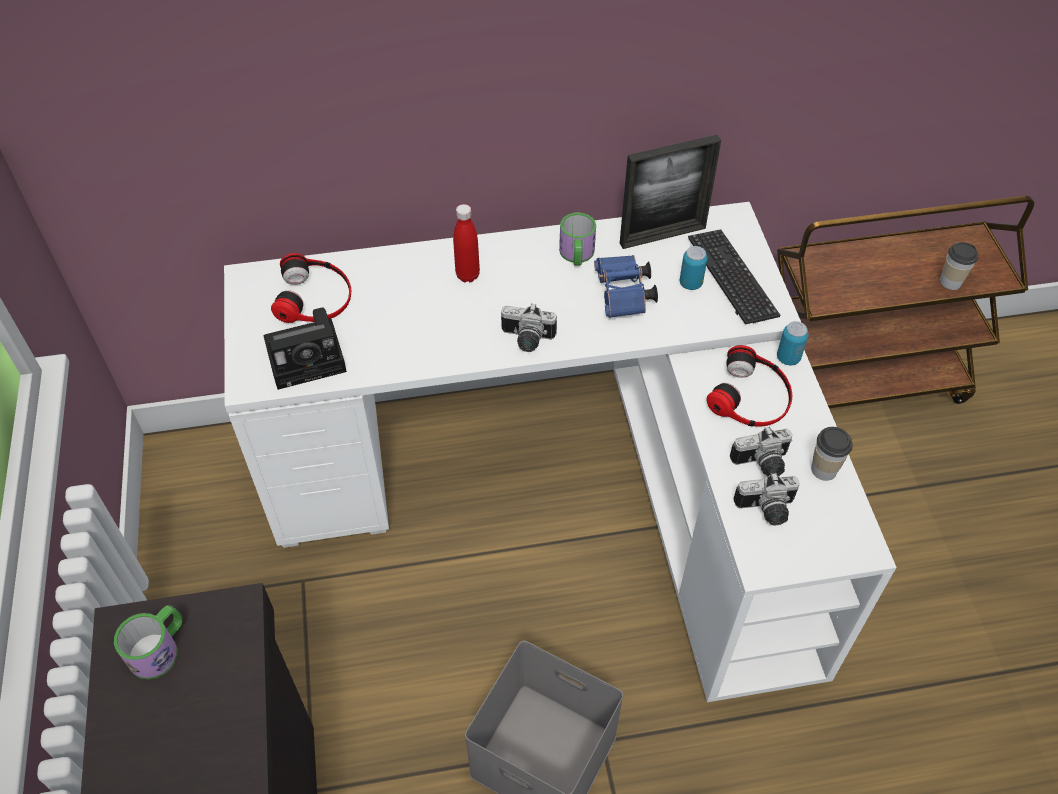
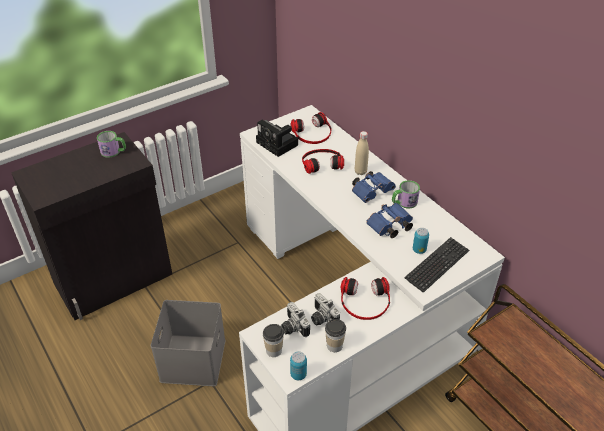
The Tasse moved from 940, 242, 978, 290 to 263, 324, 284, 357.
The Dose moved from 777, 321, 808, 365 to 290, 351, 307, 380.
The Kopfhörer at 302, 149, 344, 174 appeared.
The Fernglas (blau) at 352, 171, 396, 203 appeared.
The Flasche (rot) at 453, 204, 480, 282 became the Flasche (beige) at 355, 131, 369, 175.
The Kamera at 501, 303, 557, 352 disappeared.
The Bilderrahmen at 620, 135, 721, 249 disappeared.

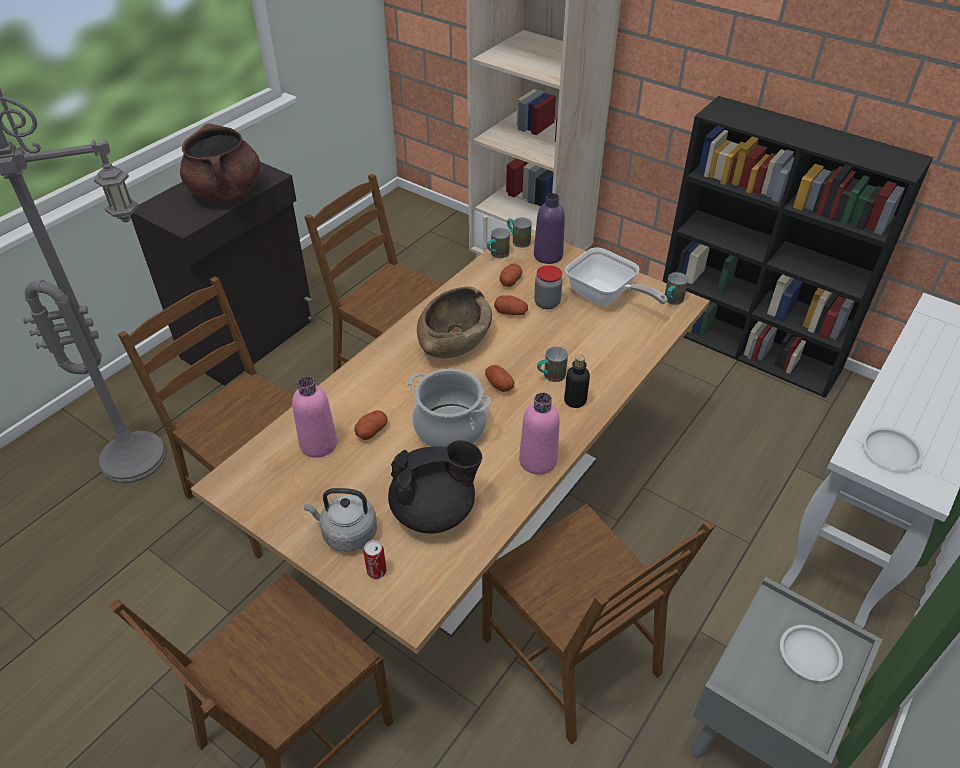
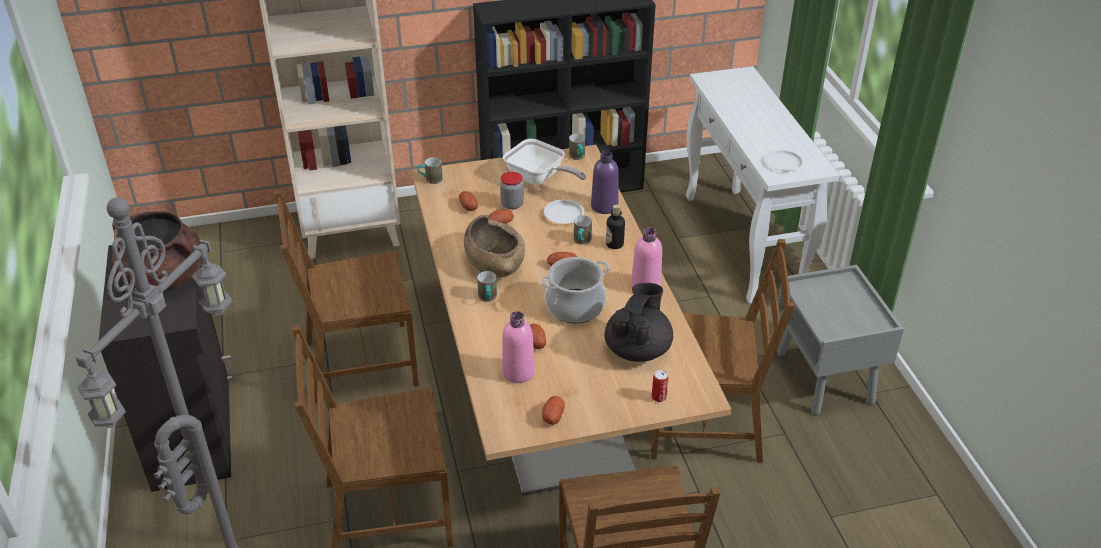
The Henkelbecher moved from 487, 228, 510, 258 to 477, 271, 497, 302.
The Pfanne at 565, 247, 667, 305 turned 45 degrees clockwise.
The Kartoffel at 542, 396, 565, 425 appeared.
The Teller (weiß) moved from 780, 625, 843, 681 to 544, 200, 584, 224.
The Flasche (lila) moved from 534, 193, 565, 264 to 591, 150, 619, 214.
The Wasserkessel (grau) at 304, 488, 377, 552 disappeared.

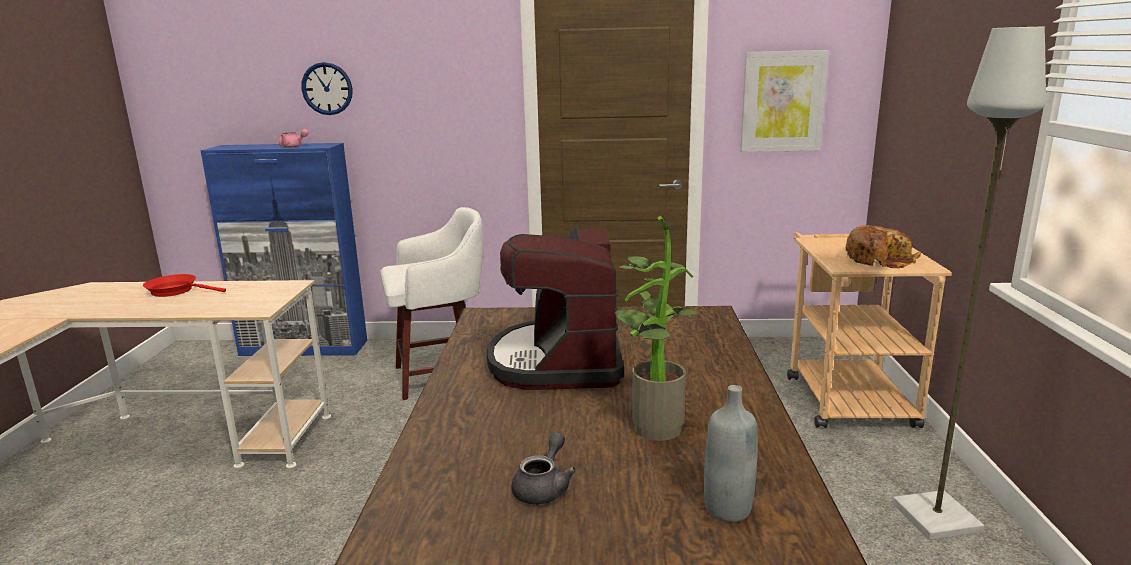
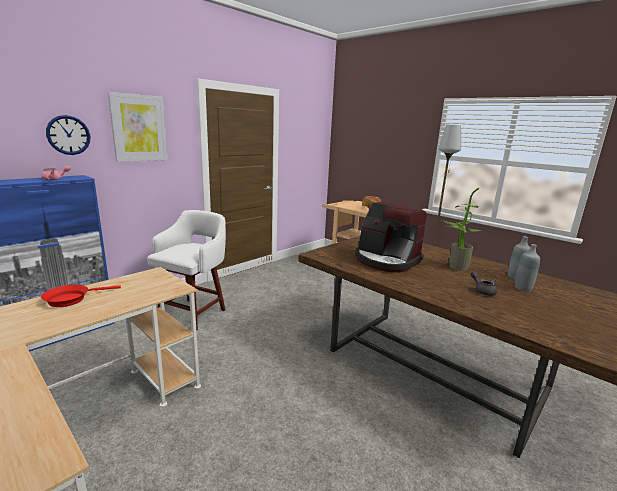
The Bild moved from 740, 50, 829, 152 to 108, 92, 168, 162.
The Flasche (grau) at 515, 244, 540, 291 appeared.

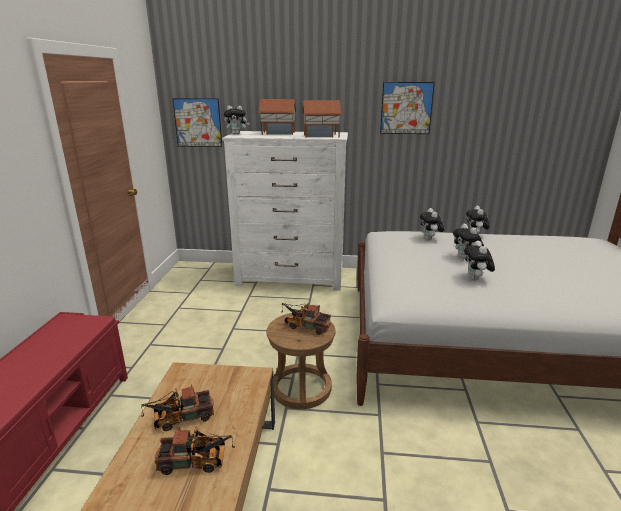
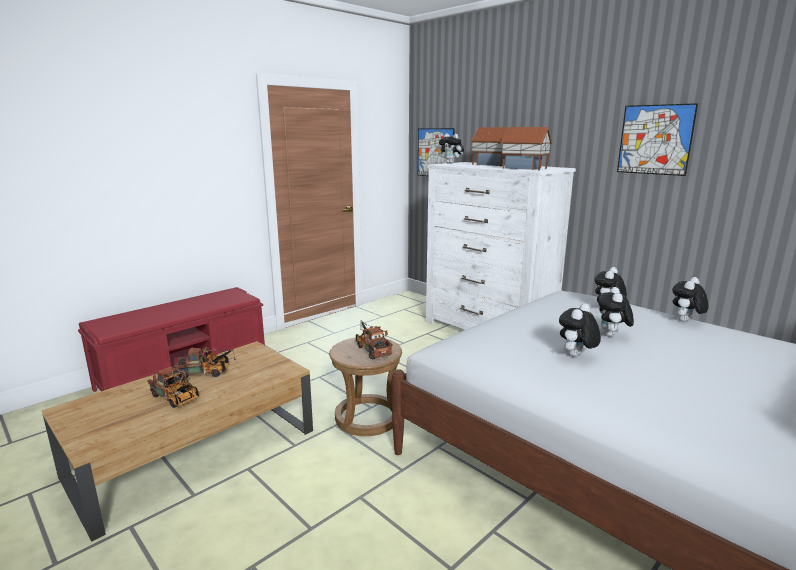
The Spielzeuglaster at 141, 384, 214, 431 turned 150 degrees clockwise.

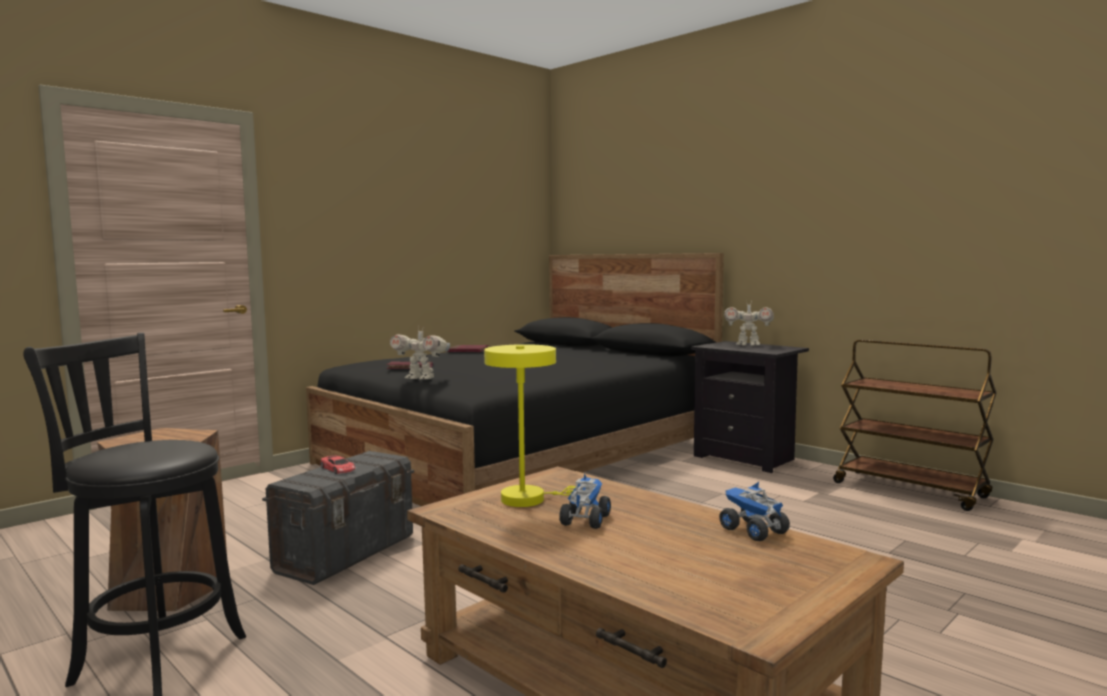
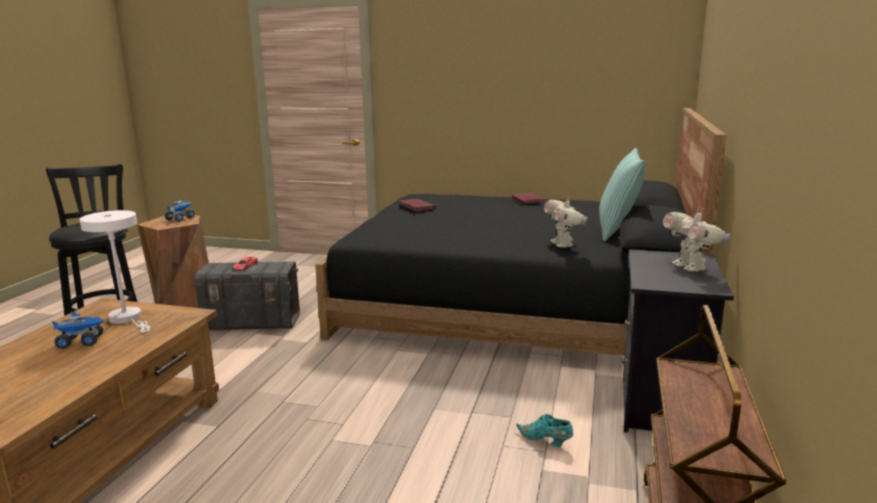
The Tischlampe (gelb) at 484, 344, 576, 507 became the Tischlampe (weiß) at 79, 210, 150, 333.
The Spielzeuglaster moved from 719, 482, 790, 541 to 165, 199, 195, 222.
The Schuh (türkis) at 516, 414, 573, 447 appeared.
The Spielzeugroboter moved from 390, 326, 450, 379 to 544, 197, 588, 248.
The Kissen at 599, 148, 645, 241 appeared.

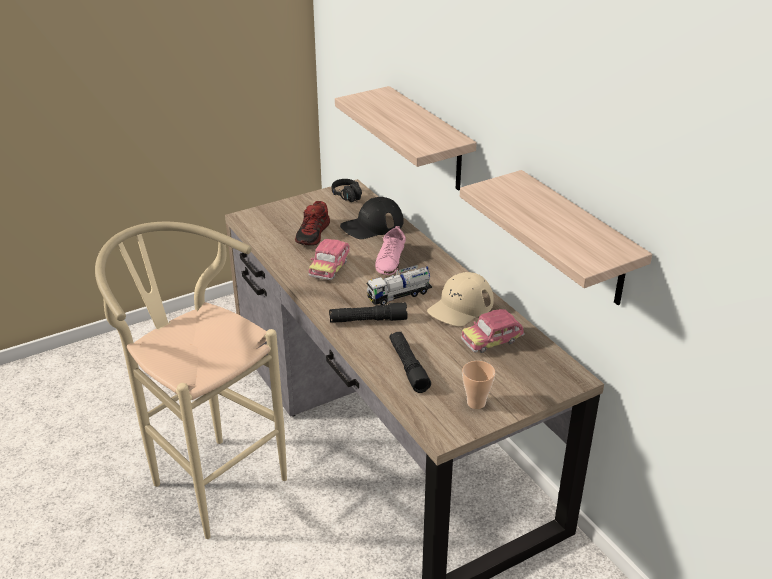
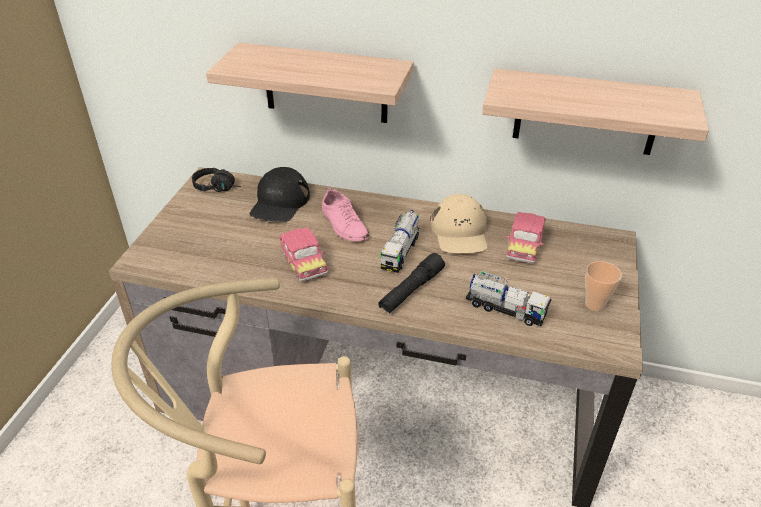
The Taschenlampe (schwarz) at 389, 332, 431, 393 was replaced by the Spielzeuglaster at 465, 271, 552, 326.
The Schuh at 295, 201, 330, 246 disappeared.

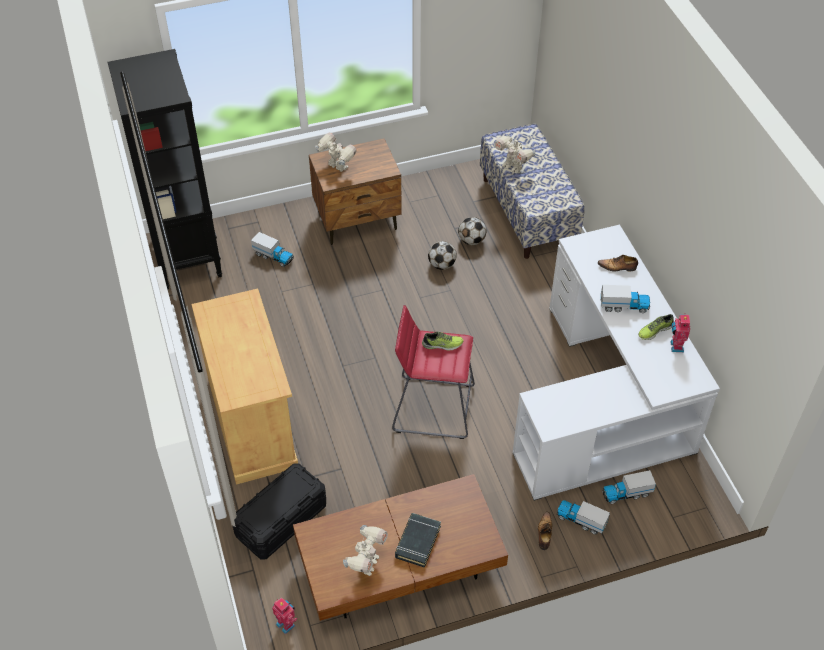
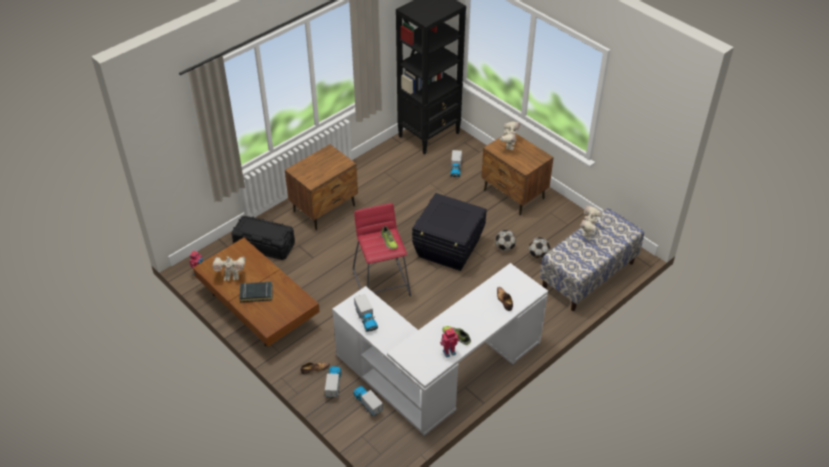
The Schrank (beige) at 191, 288, 298, 485 was replaced by the Nachttisch (braun) at 285, 144, 358, 230.
The Spielzeuglaster moved from 601, 285, 650, 313 to 354, 294, 378, 332.
The Aufbewahrungsbox (schwarz) at 412, 193, 487, 271 appeared.

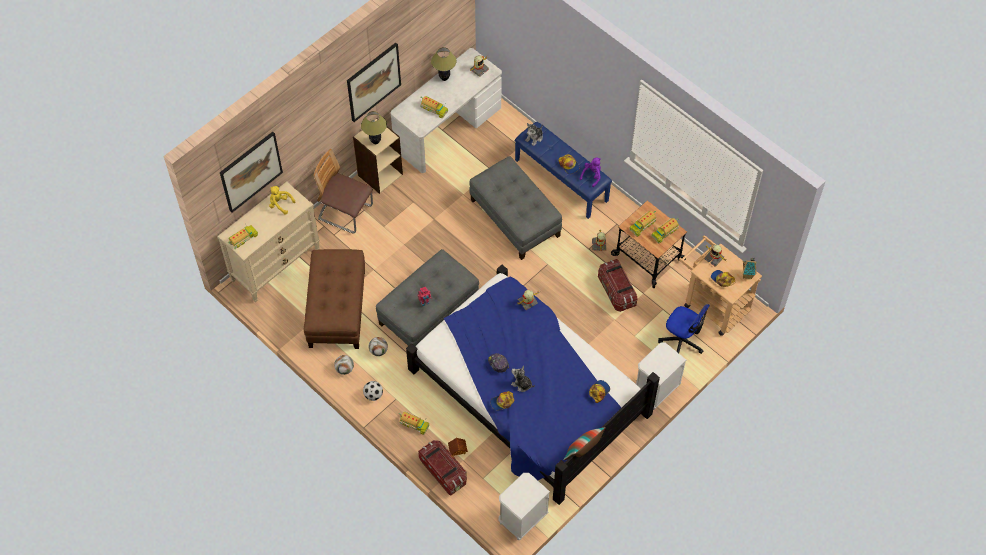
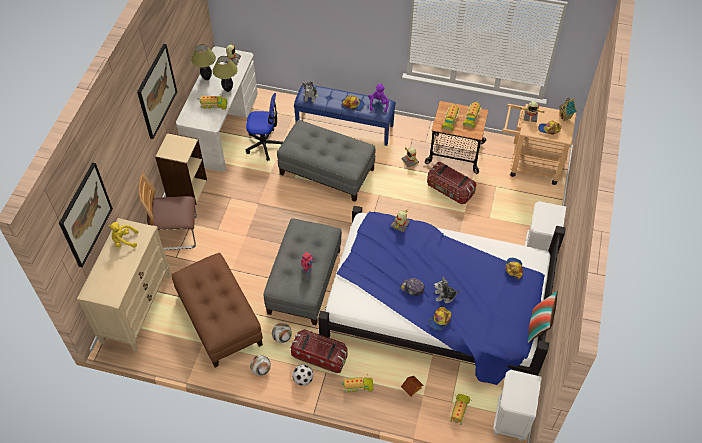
The Tischlampe moved from 361, 111, 387, 144 to 213, 56, 238, 92.
The Bürostuhl moved from 658, 304, 710, 354 to 246, 93, 283, 161.
The Aufbewahrungsbox moved from 418, 440, 467, 495 to 291, 329, 347, 373.
The Spielzeuglaster moved from 228, 223, 258, 249 to 450, 393, 470, 425.

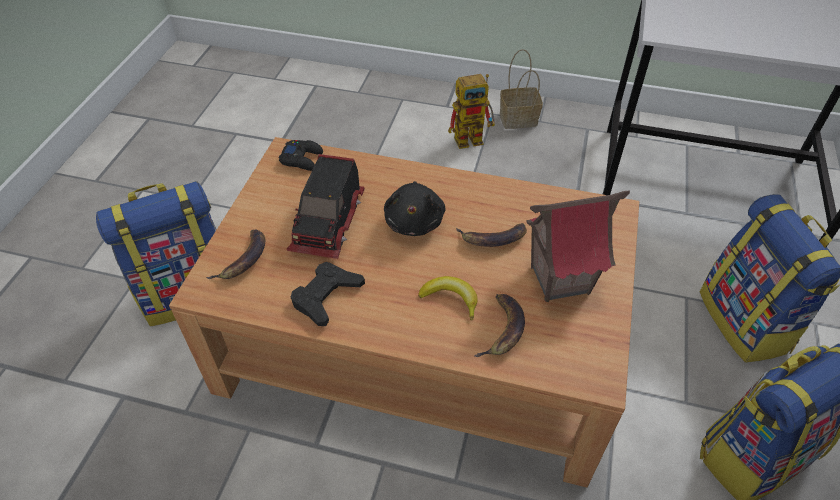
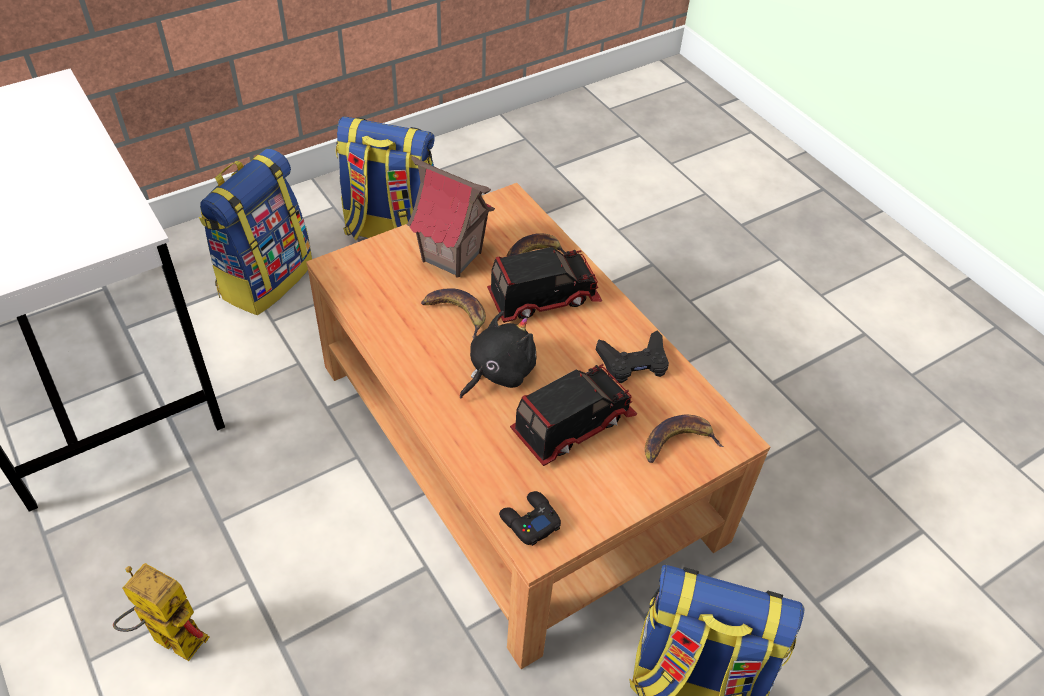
The Banane at 418, 276, 478, 320 was replaced by the Spielzeuglaster at 487, 247, 602, 323.
The Korb at 500, 49, 543, 129 disappeared.

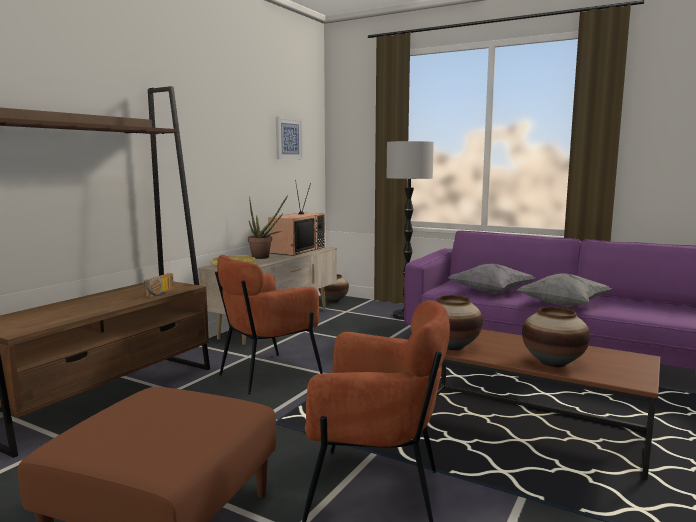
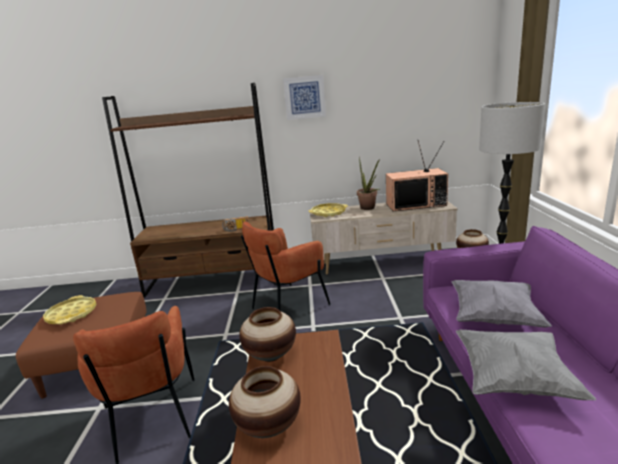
The Tablett (gelb) at 43, 295, 96, 325 appeared.
The Sessel (braun) at 215, 255, 323, 394 turned 60 degrees counterclockwise.
The Bild moved from 276, 116, 303, 159 to 283, 75, 326, 120.

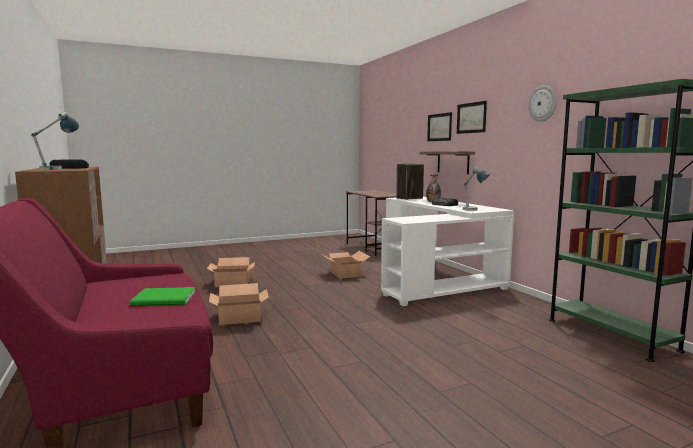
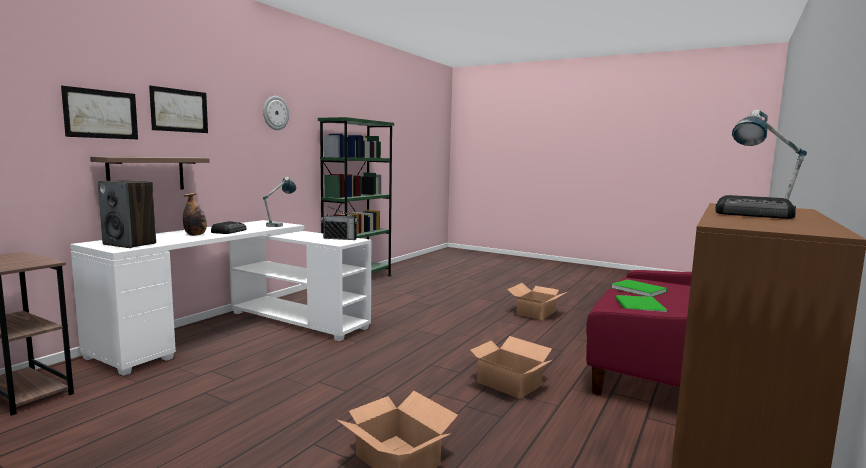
The Radio at 321, 206, 359, 240 appeared.
The Karton moved from 323, 251, 370, 279 to 507, 283, 567, 320.
The Buch (grün) at 616, 295, 668, 312 appeared.

